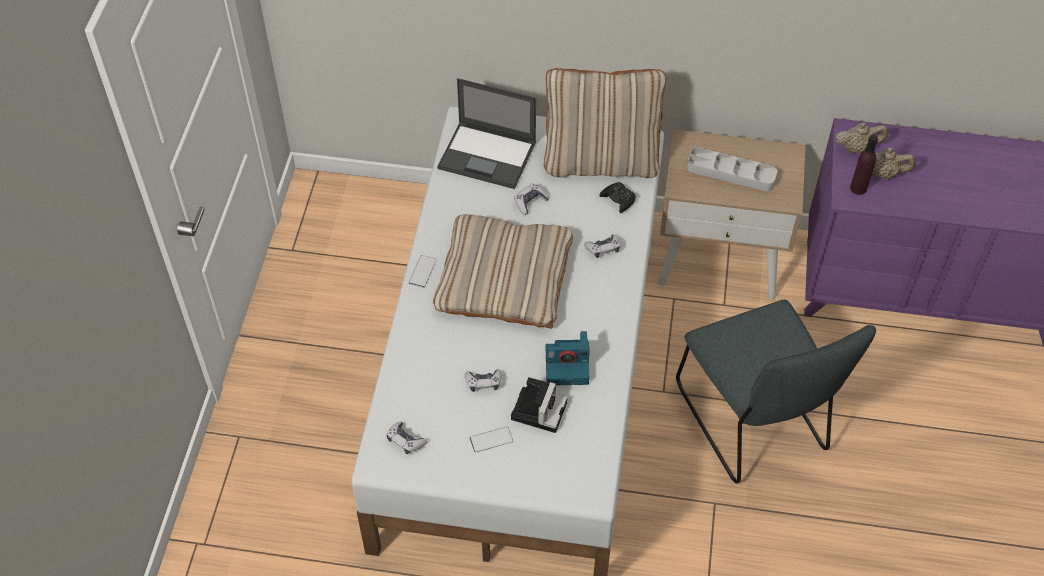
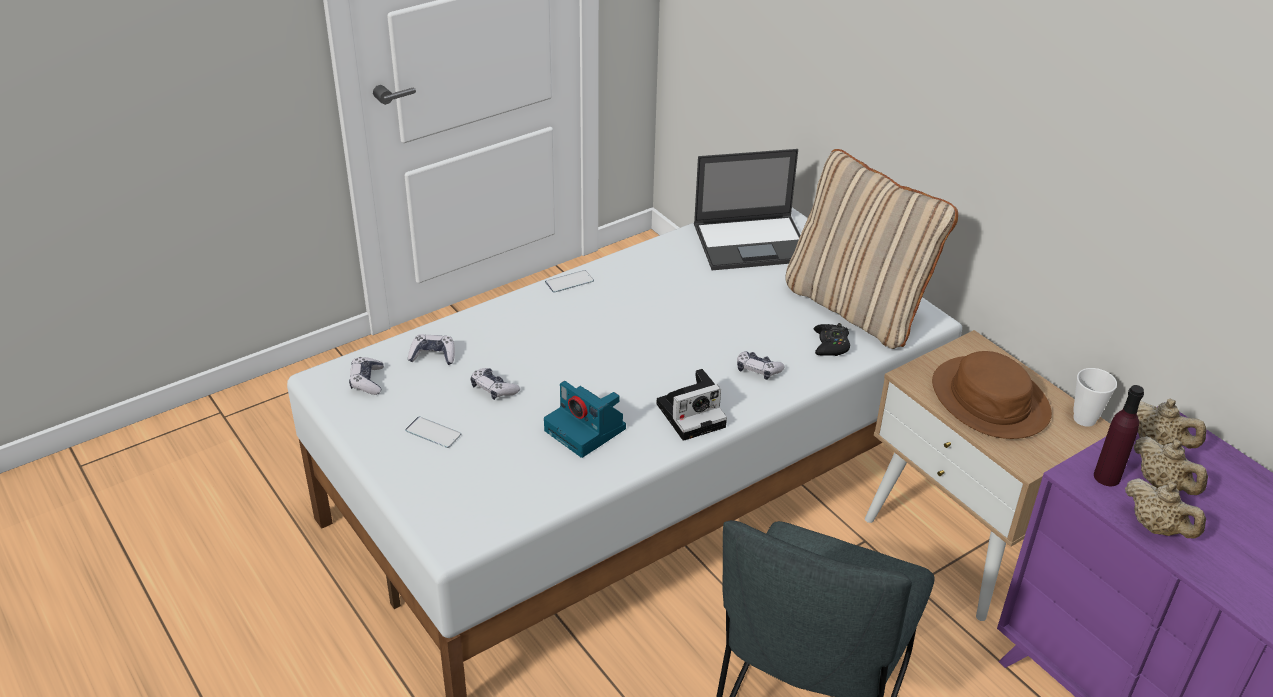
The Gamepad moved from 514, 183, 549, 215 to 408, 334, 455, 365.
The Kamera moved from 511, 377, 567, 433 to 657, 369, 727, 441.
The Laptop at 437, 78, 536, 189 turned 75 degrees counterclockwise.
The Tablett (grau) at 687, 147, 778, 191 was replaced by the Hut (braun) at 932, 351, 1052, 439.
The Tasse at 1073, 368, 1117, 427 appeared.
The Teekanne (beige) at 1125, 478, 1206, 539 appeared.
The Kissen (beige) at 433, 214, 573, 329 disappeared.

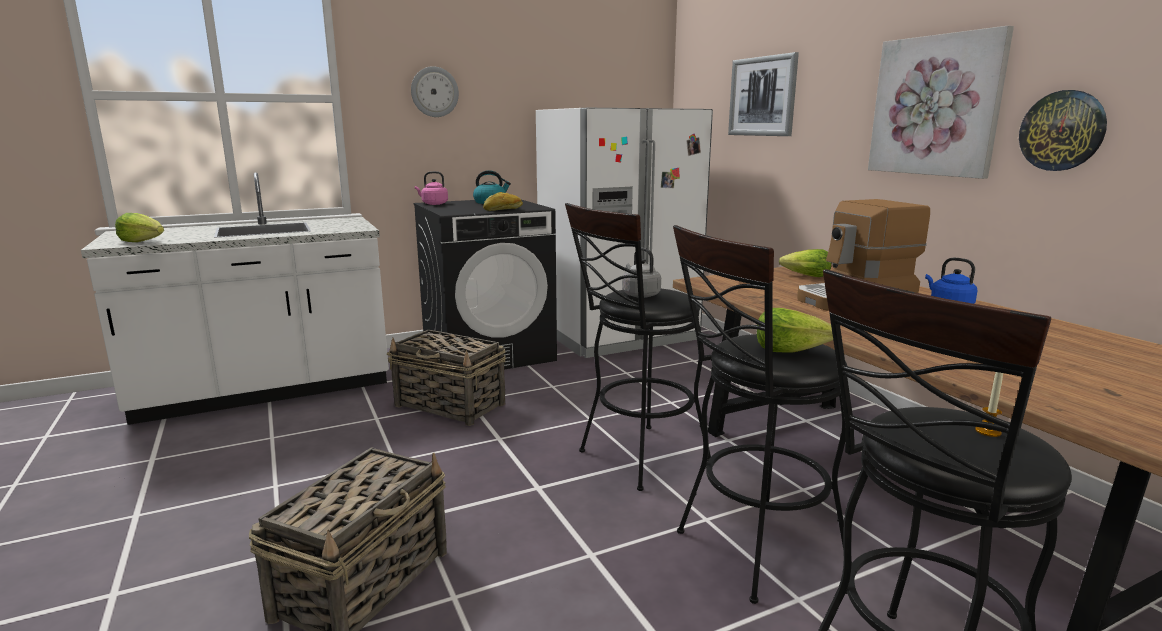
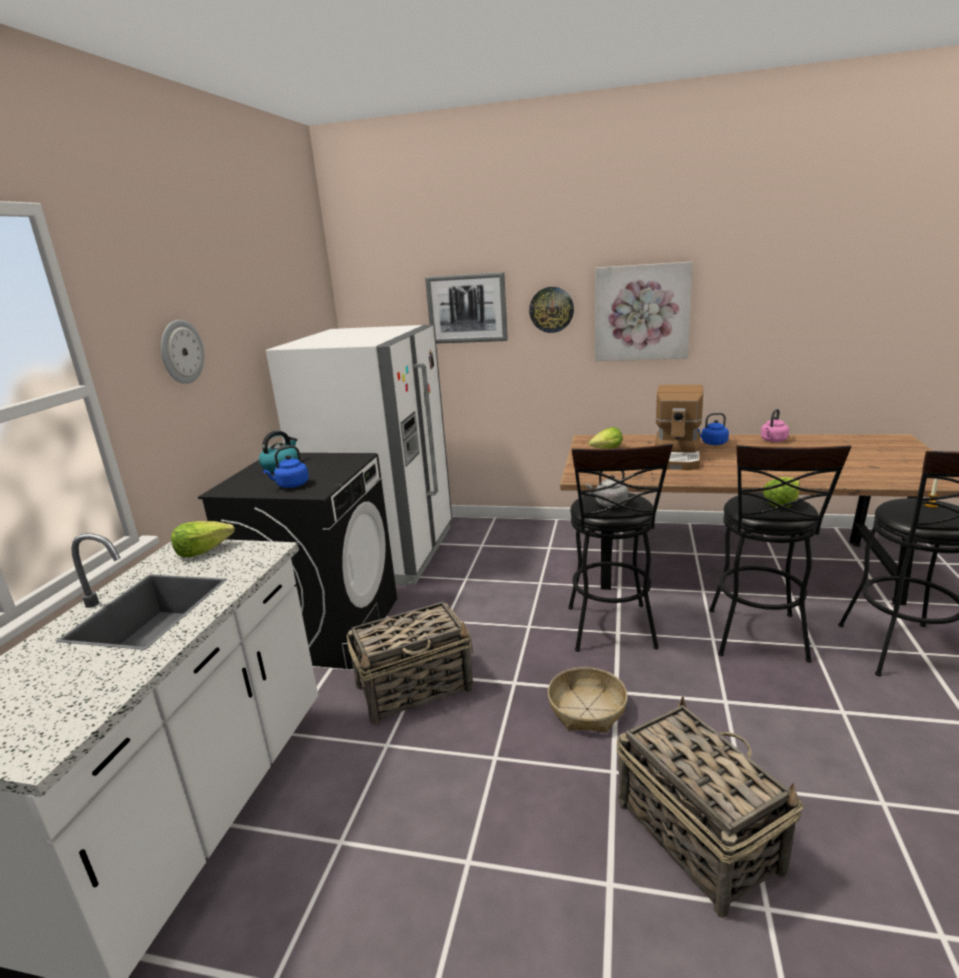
The Salatkopf moved from 115, 213, 164, 242 to 171, 521, 235, 558.
The Wasserkessel (blau) at 263, 446, 309, 488 appeared.
The Wanduhr moved from 1019, 90, 1107, 171 to 529, 287, 574, 333.
The Korb at 548, 667, 628, 733 appeared.
The Wasserkessel (rosa) moved from 415, 171, 448, 205 to 761, 409, 789, 442.
The Brot at 483, 192, 523, 211 disappeared.

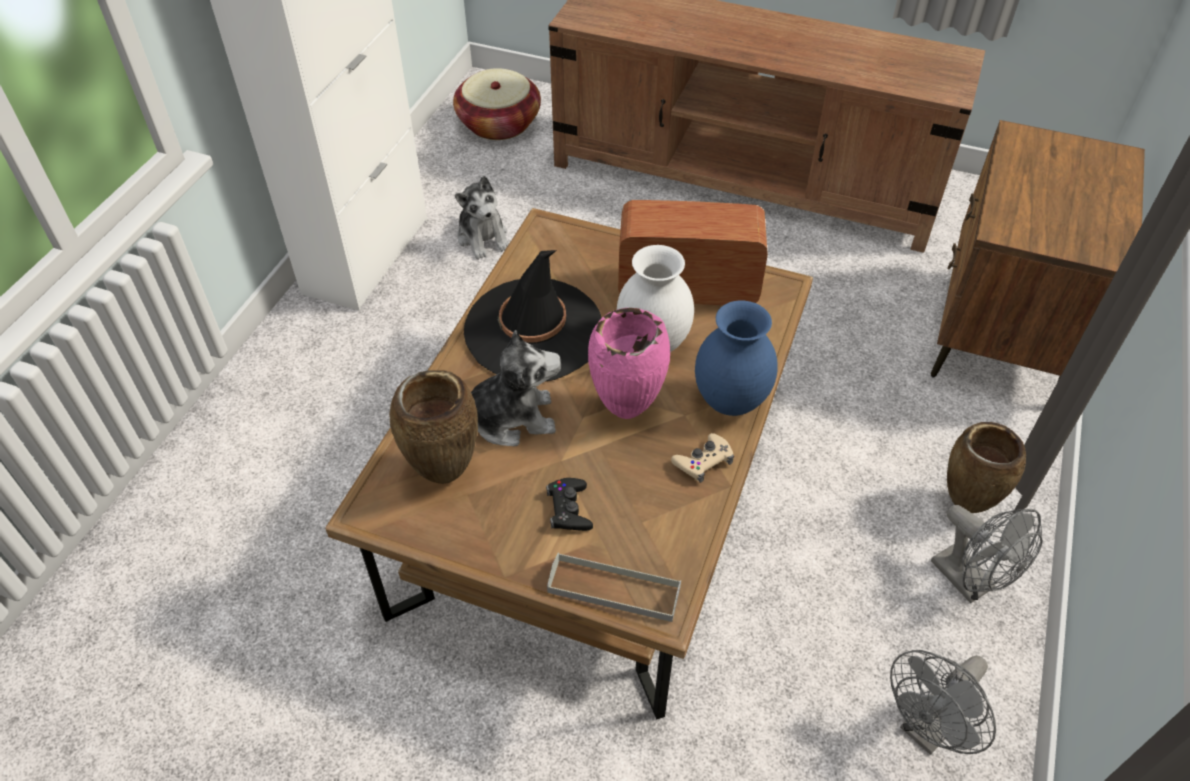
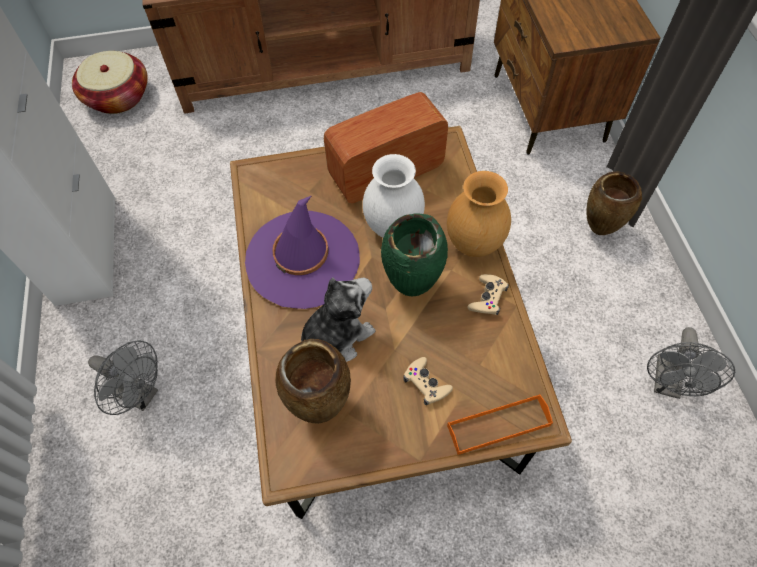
The Ventilator (grau) moved from 931, 505, 1043, 603 to 88, 340, 158, 415.
The Hut (schwarz) at 464, 250, 602, 381 became the Hut (lila) at 245, 196, 360, 309.
The Vase (rosa) at 588, 308, 670, 419 became the Vase (grün) at 381, 214, 448, 296.
The Gamepad (schwarz) at 546, 478, 593, 531 became the Gamepad (beige) at 403, 357, 453, 405.
The Vase (blau) at 695, 300, 778, 416 became the Vase (braun) at 447, 171, 511, 257.
The Tablett (grau) at 547, 553, 681, 622 became the Tablett (orange) at 447, 394, 553, 455.
The Plüschtier at 455, 176, 509, 259 disappeared.

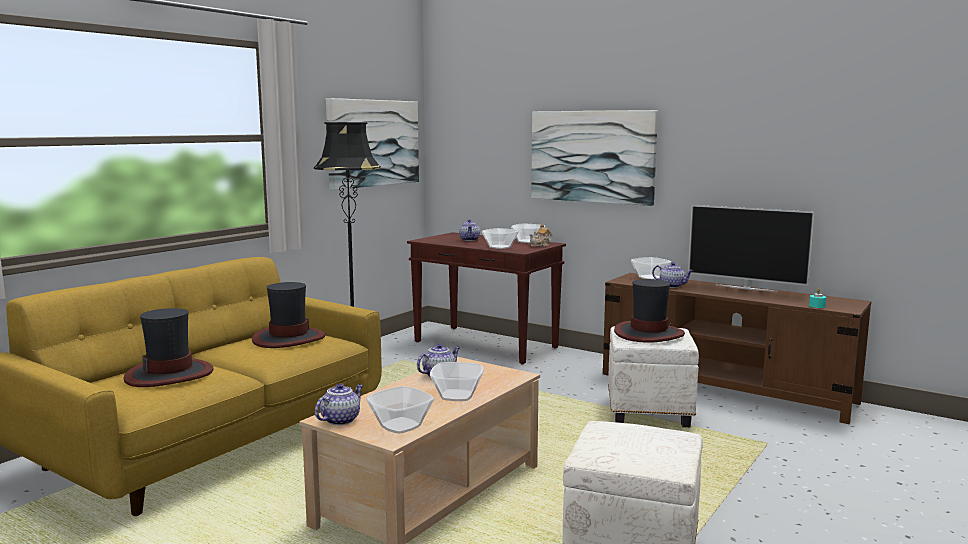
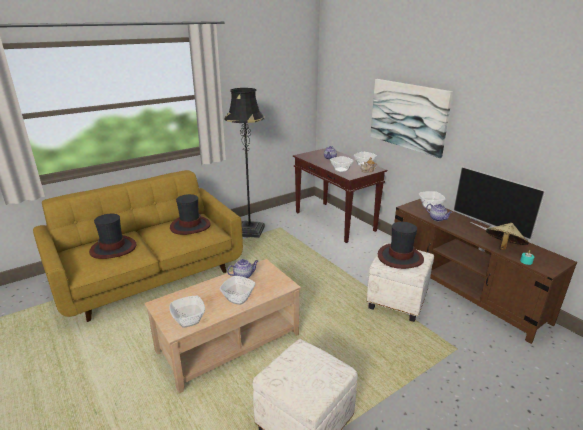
The Hut (beige) at 486, 223, 529, 250 appeared.
The Teekanne at 315, 383, 363, 425 disappeared.
The Bild at 326, 98, 419, 190 disappeared.

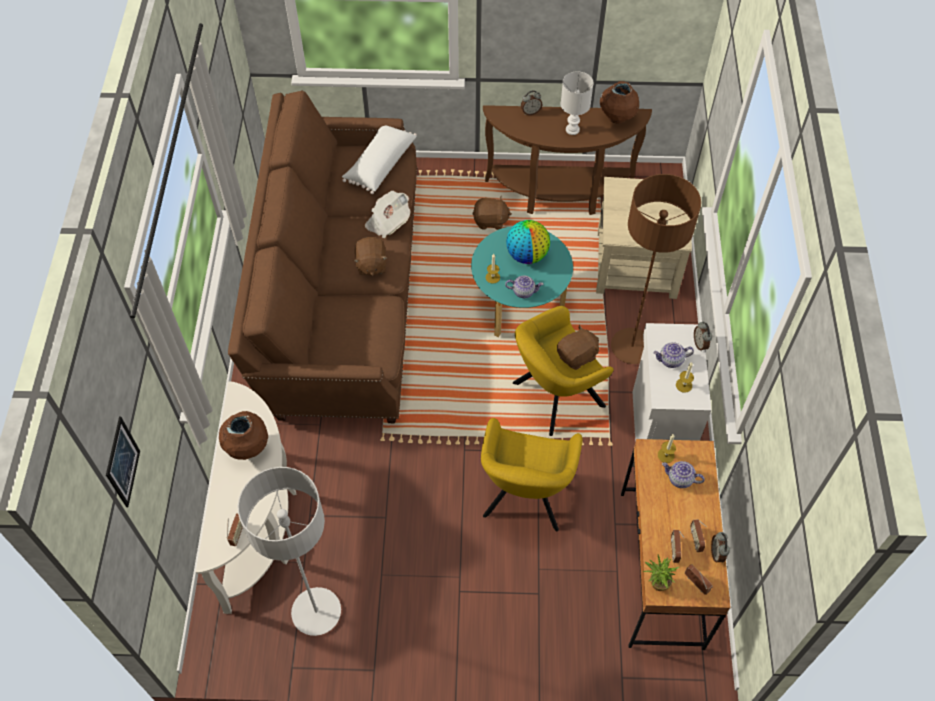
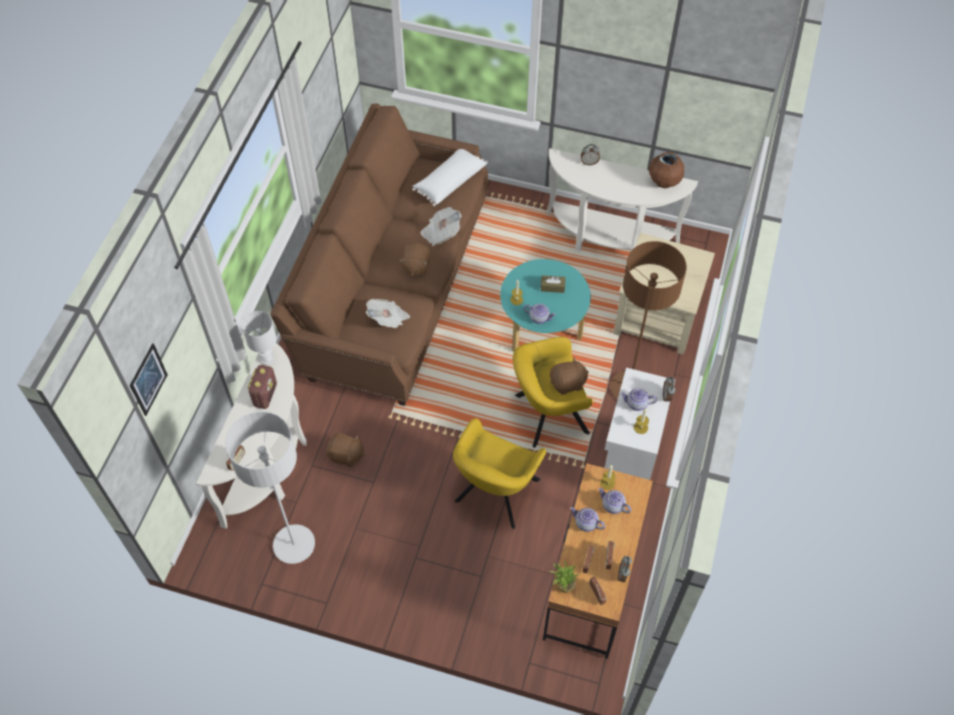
The Tischlampe (weiß) moved from 561, 71, 594, 135 to 241, 311, 277, 365.
The Vase (braun) at 219, 411, 268, 460 was replaced by the Radio at 247, 365, 277, 409.
The Plüschtier (braun) moved from 472, 196, 512, 230 to 326, 433, 365, 467.
The Zeitung at 366, 299, 410, 328 appeared.
The Globus at 506, 220, 550, 264 was replaced by the Taschentuchbox (braun) at 541, 275, 565, 293.
The Konsolentisch (braun) at 483, 105, 652, 215 became the Konsolentisch (weiß) at 547, 148, 698, 252.
The Teekanne at 570, 507, 605, 532 appeared.

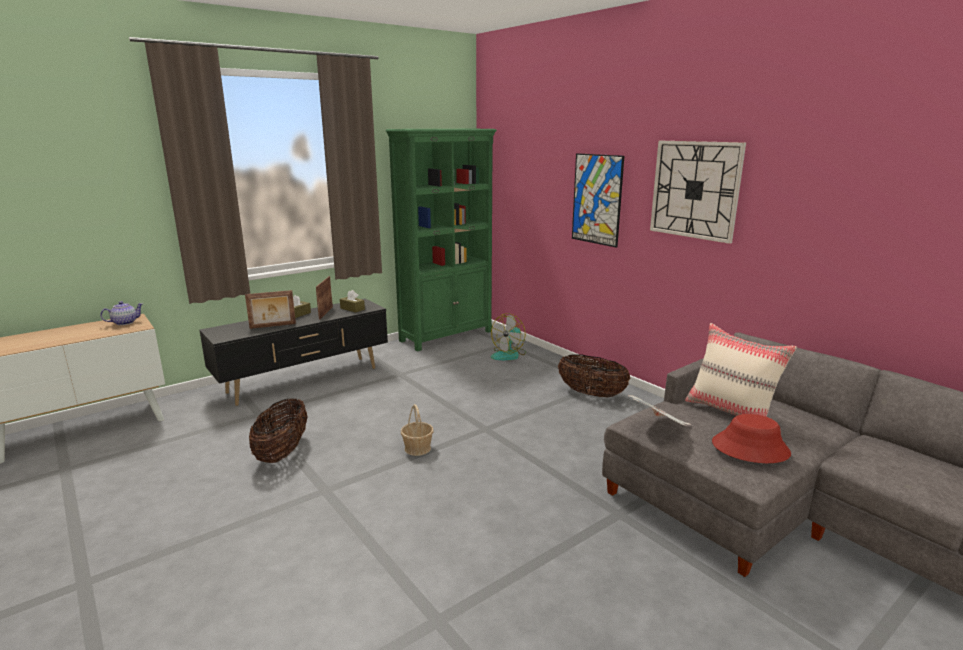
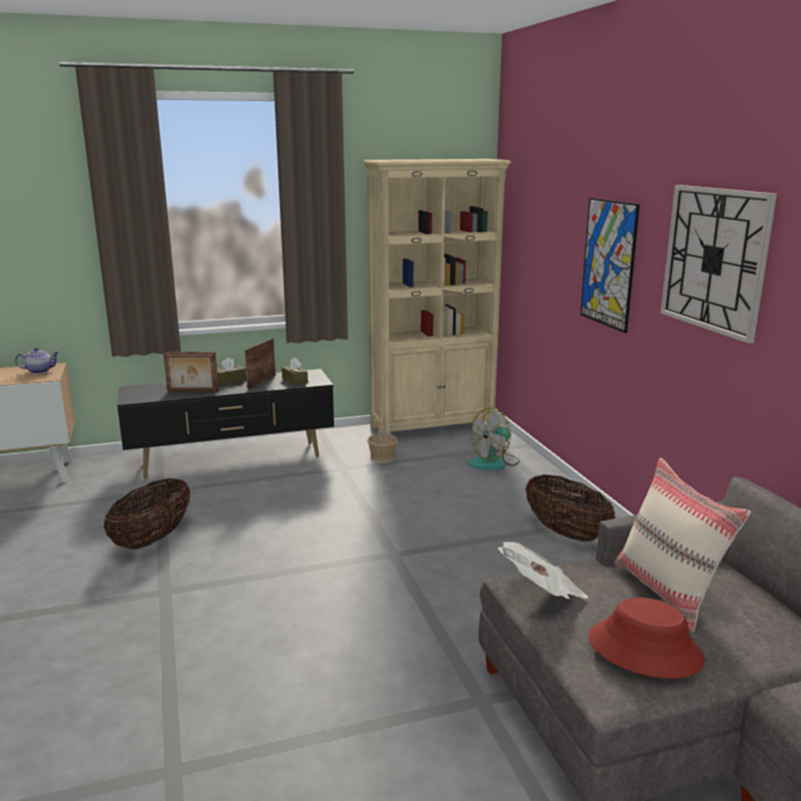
The Bücherregal (grün) at 386, 129, 497, 351 became the Bücherregal (beige) at 363, 159, 511, 434.
The Korb moved from 401, 404, 434, 456 to 367, 415, 398, 463.

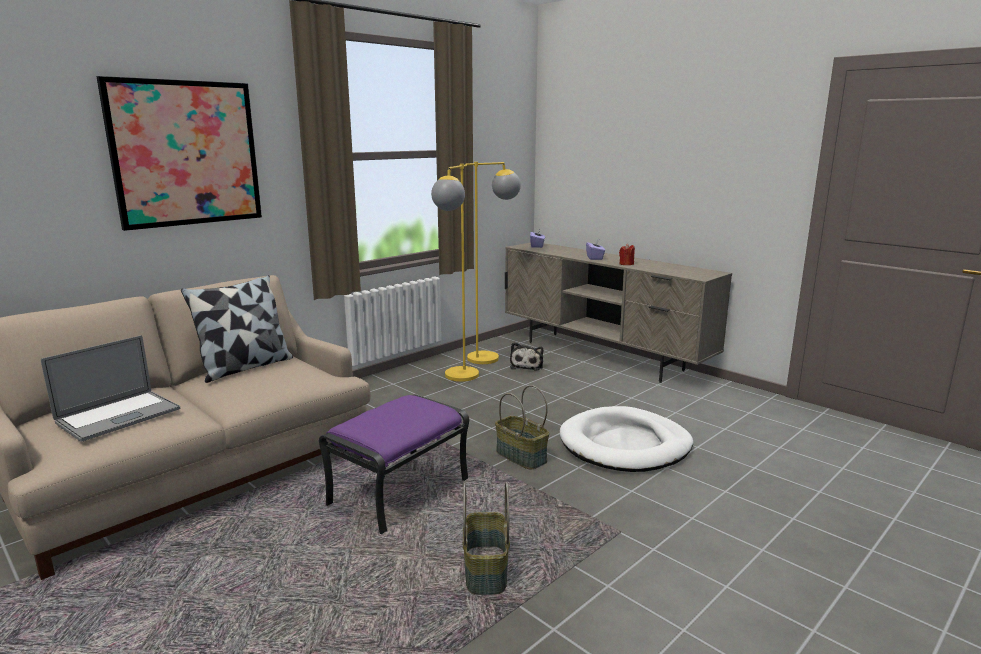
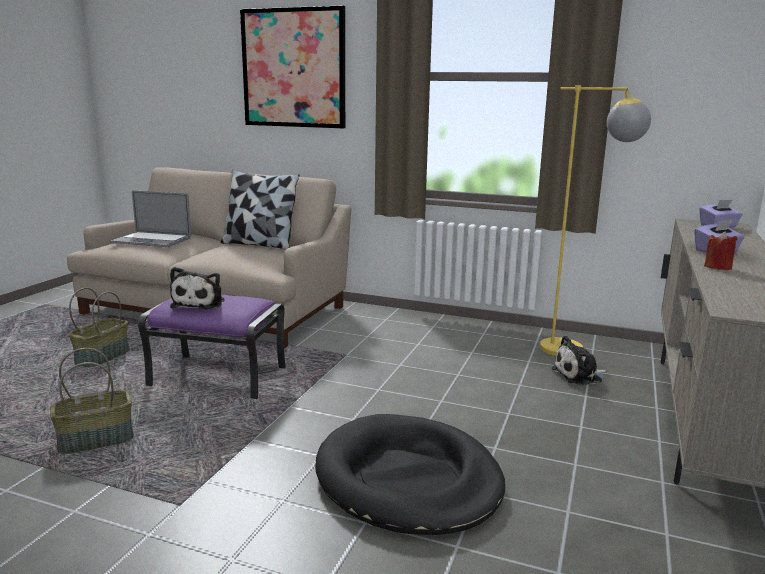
The Korb moved from 495, 385, 549, 469 to 69, 287, 130, 367.
The Plüschtier at 170, 267, 225, 309 appeared.
The Hundebett (weiß) at 560, 406, 693, 472 became the Hundebett (schwarz) at 315, 414, 505, 535.
The Stehlampe (gelb) at 431, 164, 479, 382 disappeared.

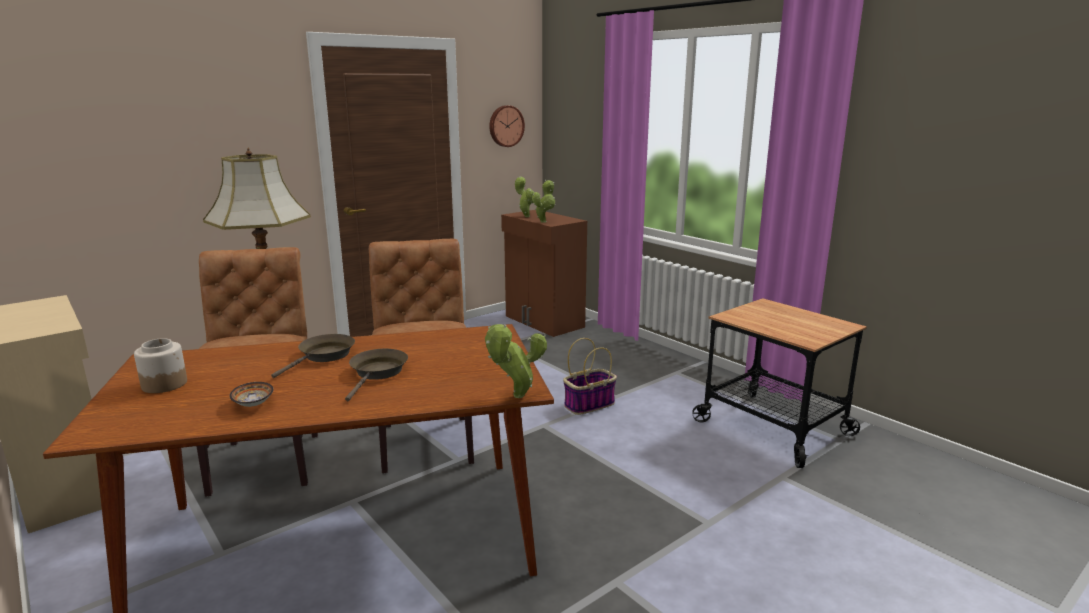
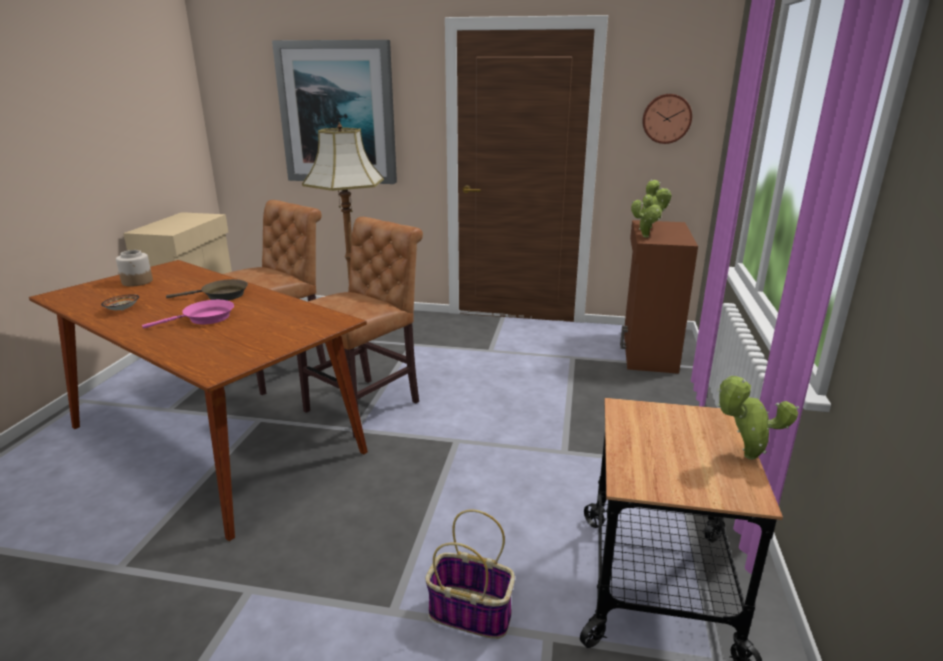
The Pfanne (braun) at 345, 348, 408, 401 became the Pfanne (rosa) at 142, 300, 234, 329.
The Bild at 272, 40, 397, 184 appeared.
The Korb moved from 563, 338, 617, 415 to 425, 509, 515, 639.
The Topfpflanze moved from 485, 324, 547, 398 to 717, 375, 799, 460.

